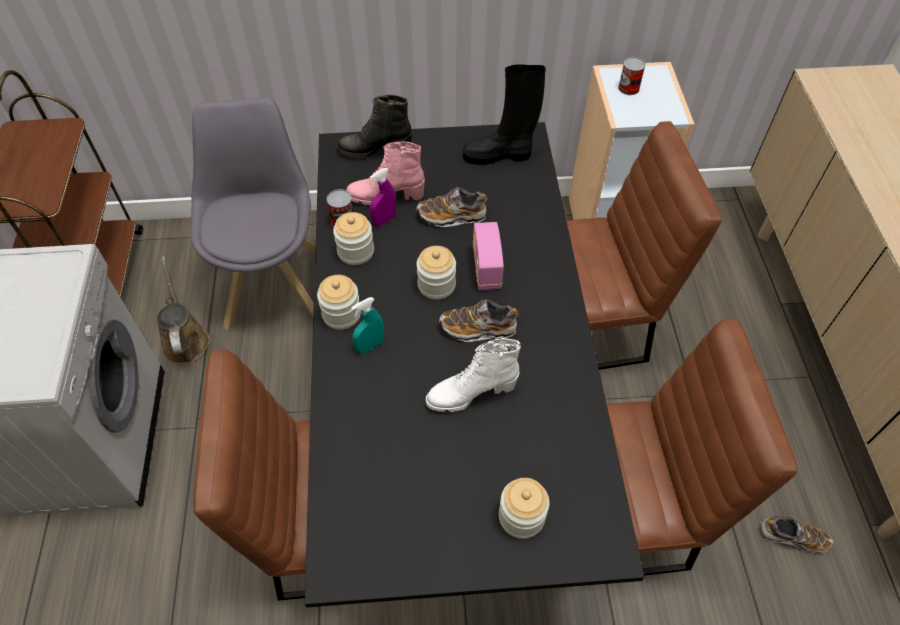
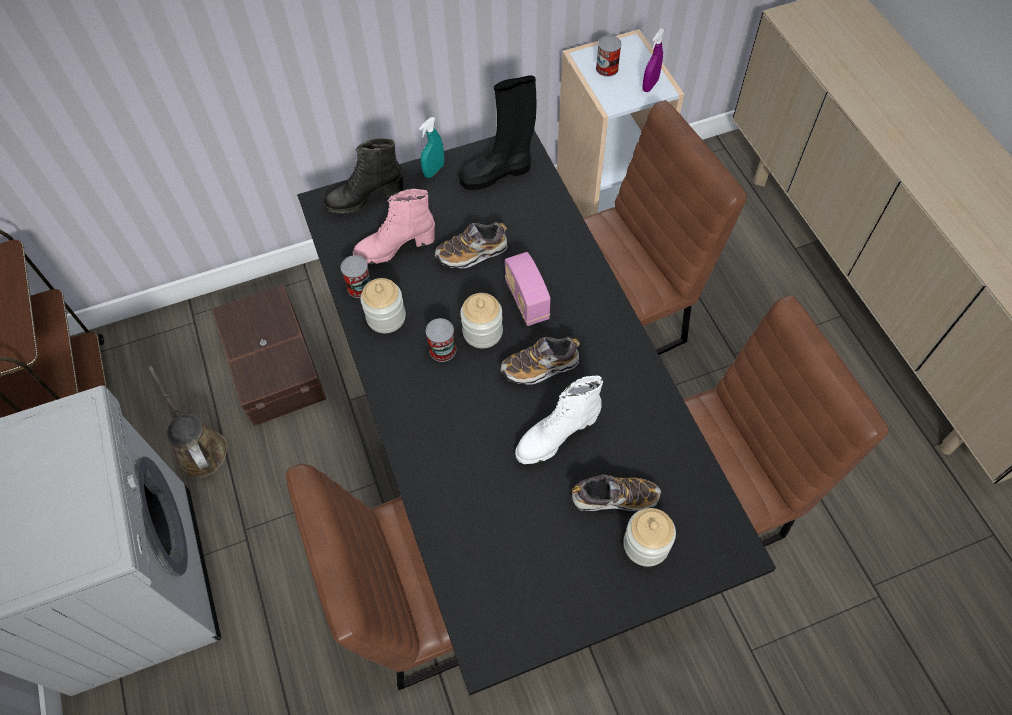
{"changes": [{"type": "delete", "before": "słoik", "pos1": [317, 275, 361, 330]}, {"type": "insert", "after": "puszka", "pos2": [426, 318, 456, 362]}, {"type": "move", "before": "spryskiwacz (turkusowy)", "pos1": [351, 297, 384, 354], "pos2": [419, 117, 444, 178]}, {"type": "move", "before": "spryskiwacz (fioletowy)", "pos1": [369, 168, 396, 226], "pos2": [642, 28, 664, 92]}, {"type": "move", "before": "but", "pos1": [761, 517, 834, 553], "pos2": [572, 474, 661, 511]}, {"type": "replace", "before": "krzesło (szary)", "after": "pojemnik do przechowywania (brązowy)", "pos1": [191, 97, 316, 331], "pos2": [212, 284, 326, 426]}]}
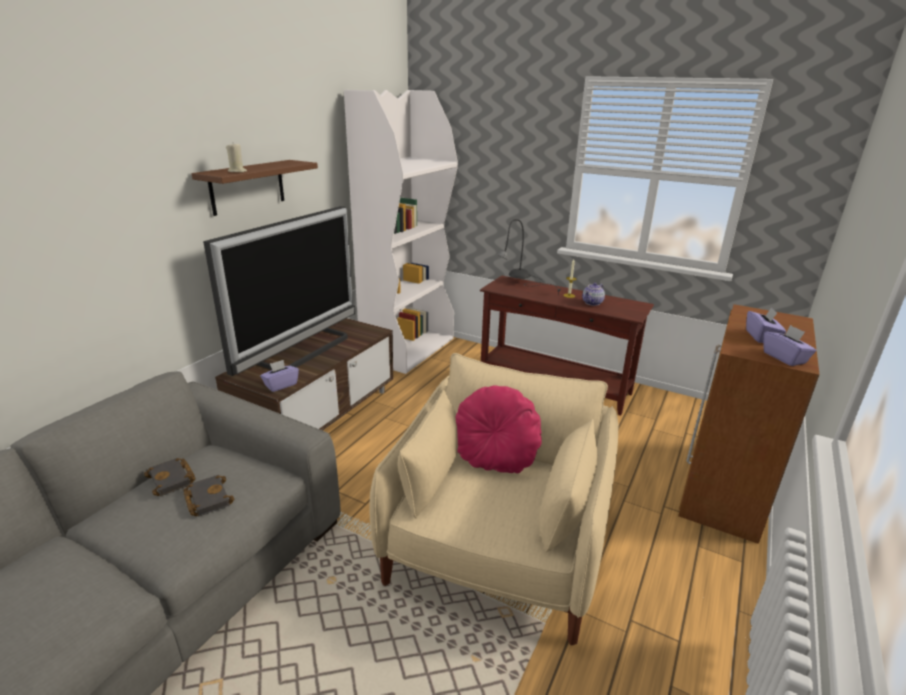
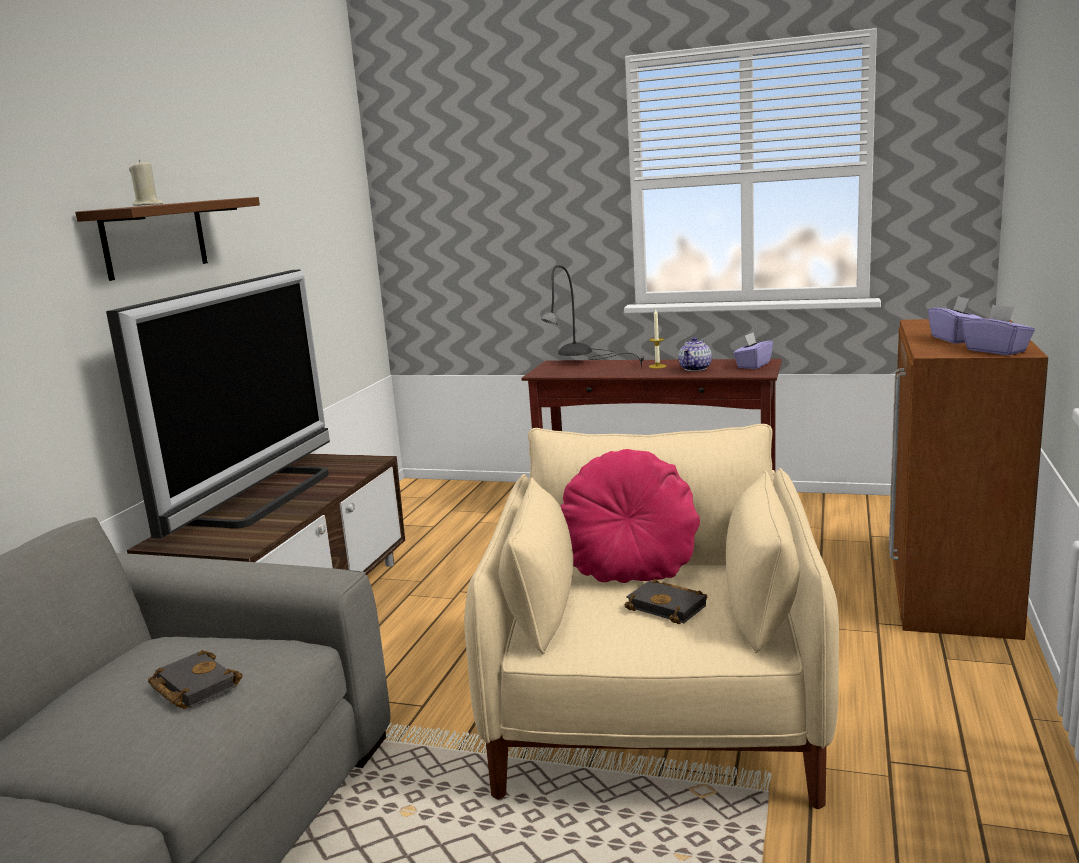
{"changes": [{"type": "delete", "before": "regał (biały)", "pos1": [344, 90, 458, 374]}, {"type": "move", "before": "książka (czarny)", "pos1": [144, 458, 196, 496], "pos2": [625, 579, 707, 624]}, {"type": "move", "before": "pudełko chusteczek (fioletowy)", "pos1": [260, 360, 299, 392], "pos2": [733, 332, 773, 369]}]}
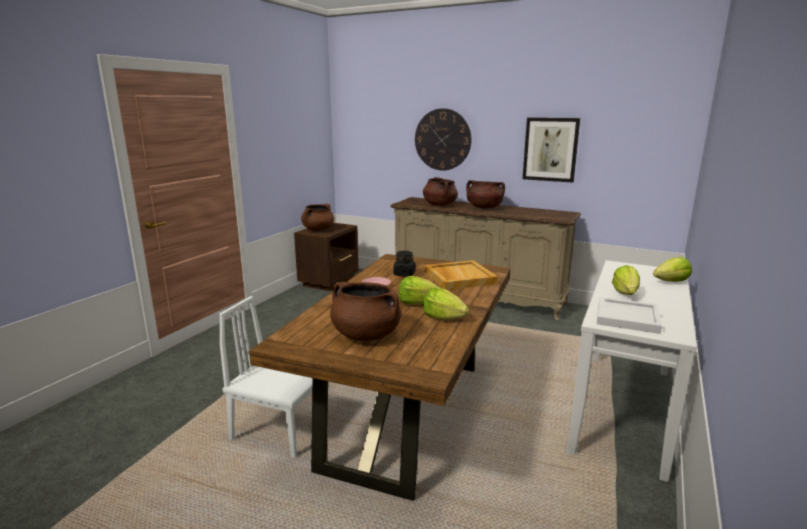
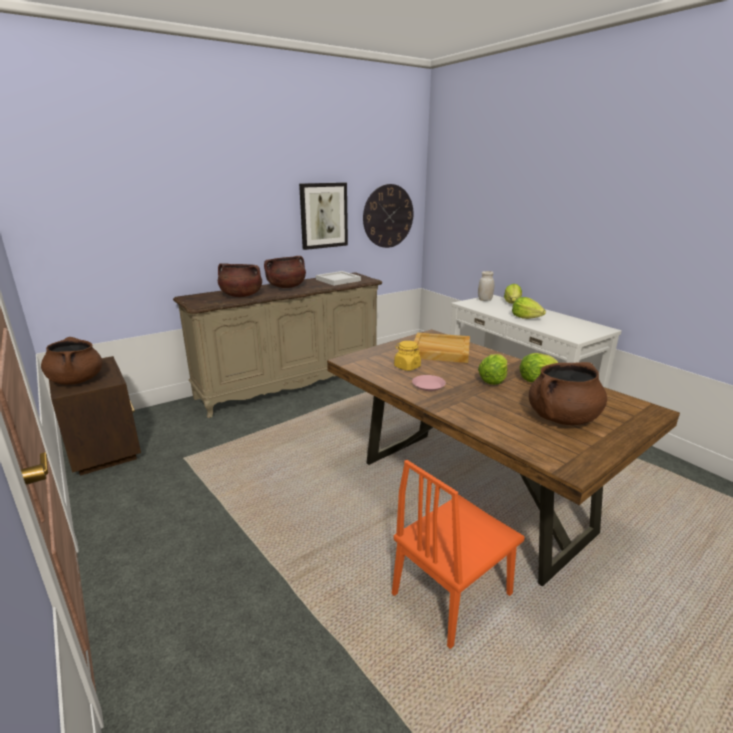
{"changes": [{"type": "insert", "after": "słoik (biały)", "pos2": [478, 271, 494, 301]}, {"type": "move", "before": "zegar ścienny", "pos1": [415, 108, 472, 171], "pos2": [363, 184, 413, 248]}, {"type": "move", "before": "taca (biały)", "pos1": [597, 297, 662, 334], "pos2": [316, 271, 361, 286]}, {"type": "recolor", "before": "krzesło (biały)", "after": "krzesło (pomarańczowy)", "pos1": [219, 296, 312, 458], "pos2": [392, 460, 525, 649]}, {"type": "recolor", "before": "słoik (czarny)", "after": "słoik (żółty)", "pos1": [394, 251, 415, 277], "pos2": [394, 341, 421, 371]}]}
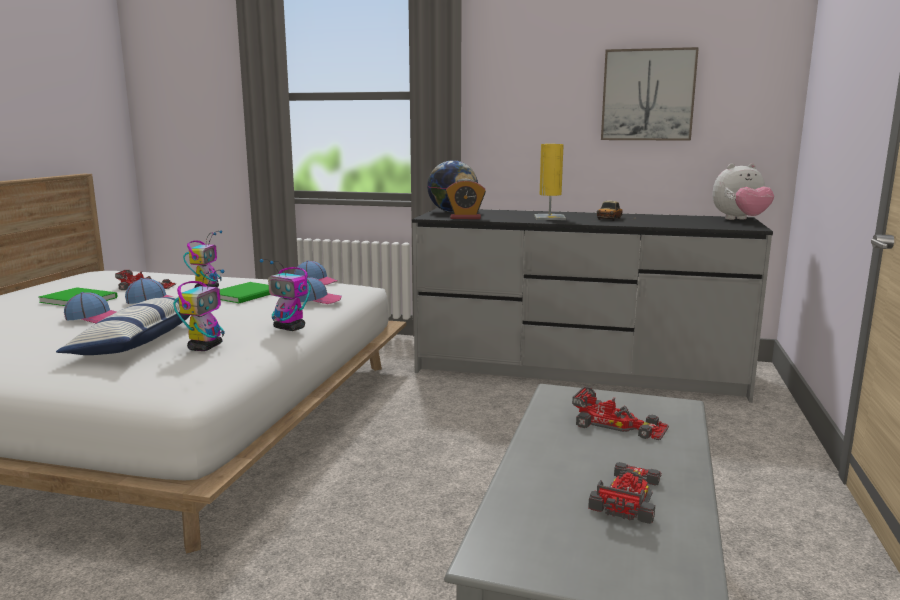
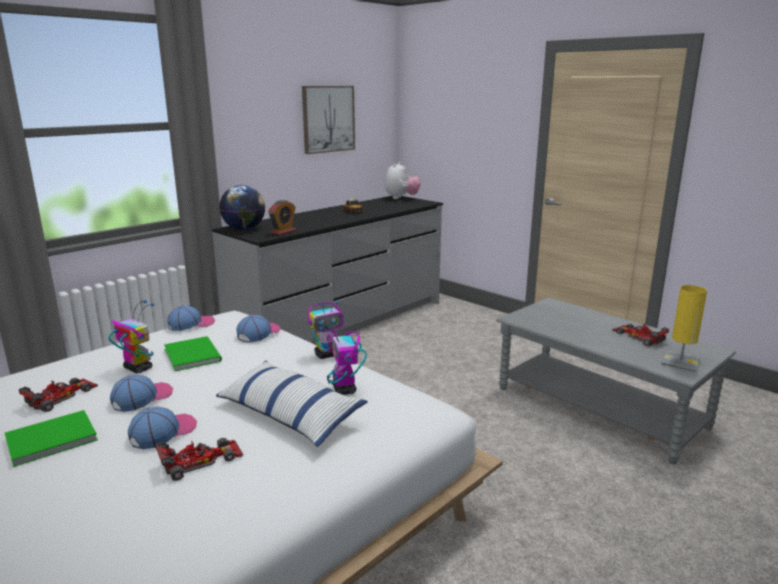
{"changes": [{"type": "move", "before": "lampa stołowa (żółty)", "pos1": [534, 144, 566, 220], "pos2": [661, 285, 707, 372]}, {"type": "move", "before": "samochodzik", "pos1": [572, 386, 669, 440], "pos2": [156, 438, 243, 481]}, {"type": "rotate", "before": "robot zabawkowy", "pos1": [173, 269, 225, 351], "pos2": [318, 322, 367, 395], "turn": -150}]}
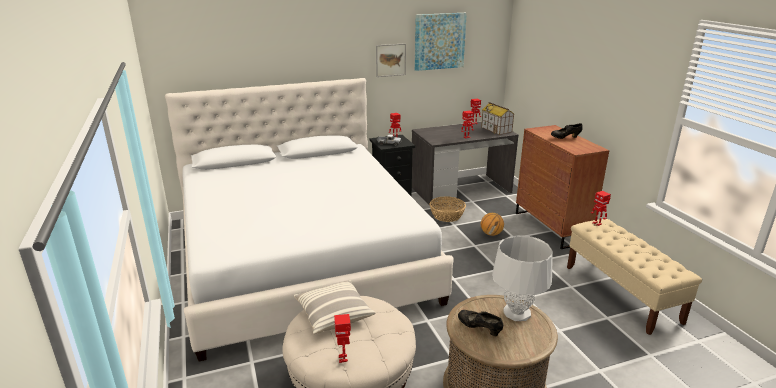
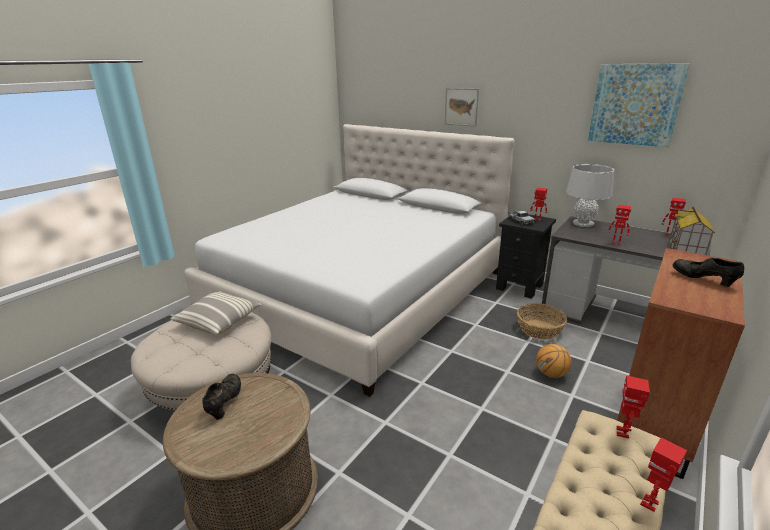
{"changes": [{"type": "move", "before": "robot zabawkowy", "pos1": [334, 314, 351, 363], "pos2": [640, 438, 687, 512]}, {"type": "move", "before": "obraz", "pos1": [376, 43, 406, 77], "pos2": [445, 88, 479, 127]}, {"type": "move", "before": "lampa stołowa (szary)", "pos1": [492, 235, 553, 321], "pos2": [566, 164, 615, 227]}]}
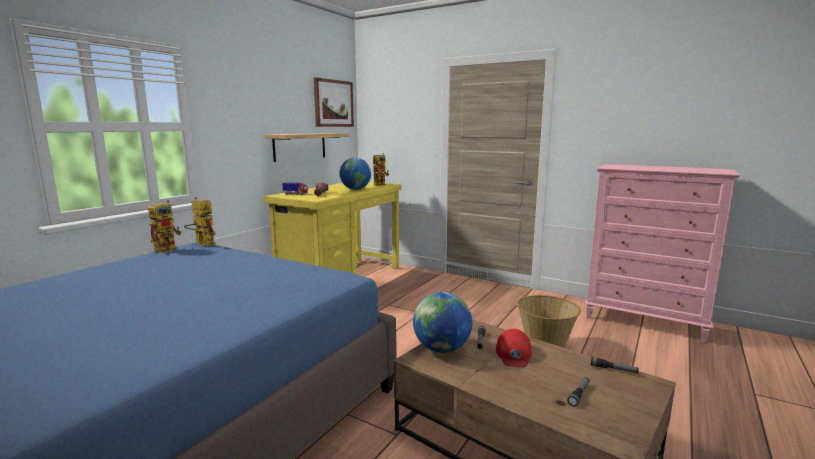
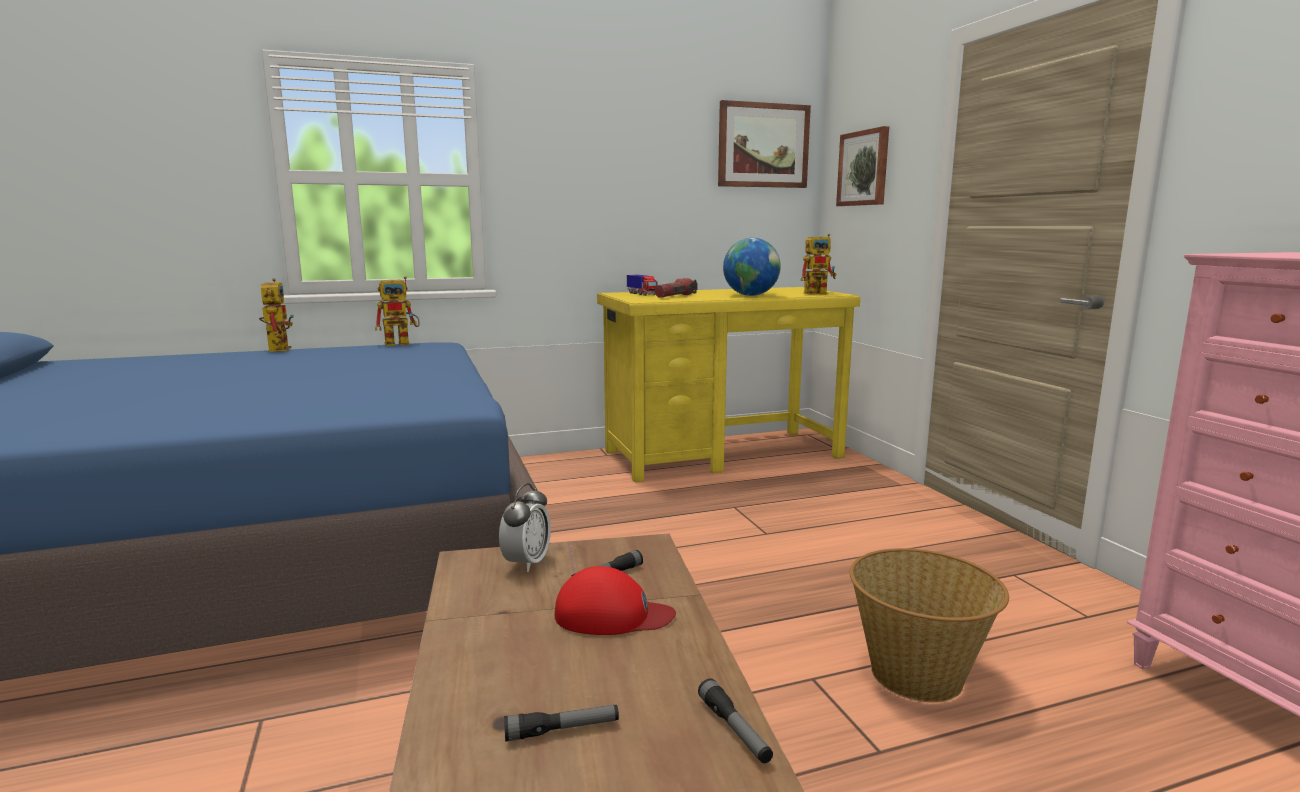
{"changes": [{"type": "delete", "before": "półka", "pos1": [264, 133, 349, 162]}, {"type": "insert", "after": "obraz", "pos2": [836, 126, 889, 206]}, {"type": "move", "before": "robot zabawkowy", "pos1": [184, 197, 216, 246], "pos2": [259, 278, 294, 352]}, {"type": "replace", "before": "globus", "after": "budzik", "pos1": [413, 292, 472, 353], "pos2": [499, 483, 551, 572]}, {"type": "rotate", "before": "czapka z daszkiem (czerwony)", "pos1": [496, 329, 532, 368], "pos2": [554, 566, 676, 635], "turn": -135}]}
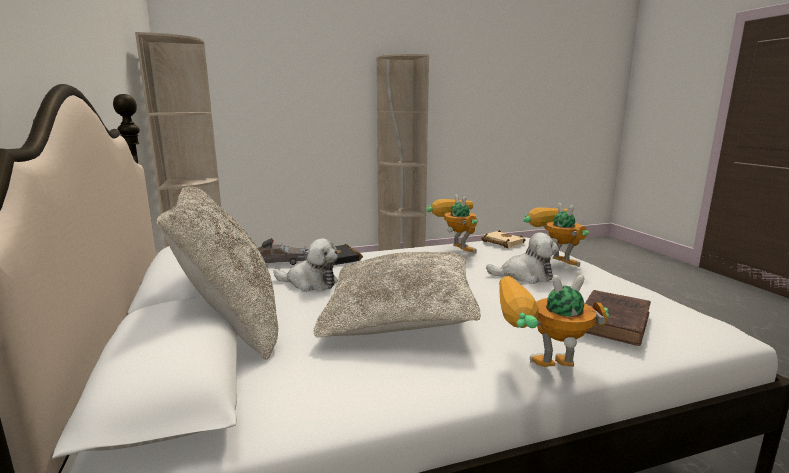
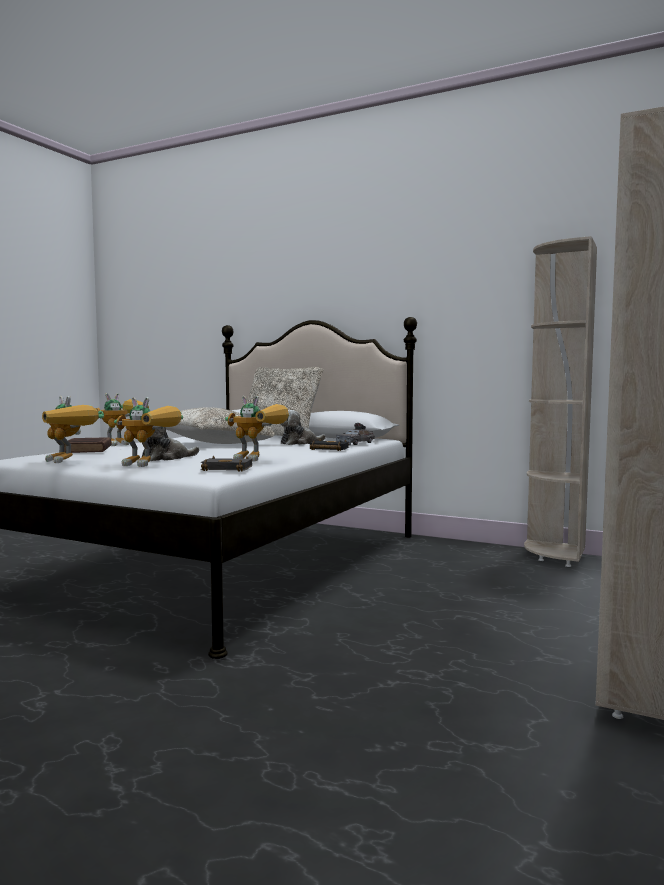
{"changes": [{"type": "insert", "after": "robot zabawkowy", "pos2": [42, 396, 104, 463]}, {"type": "recolor", "before": "książka (beżowy)", "after": "książka (czarny)", "pos1": [481, 230, 525, 248], "pos2": [201, 456, 252, 472]}]}
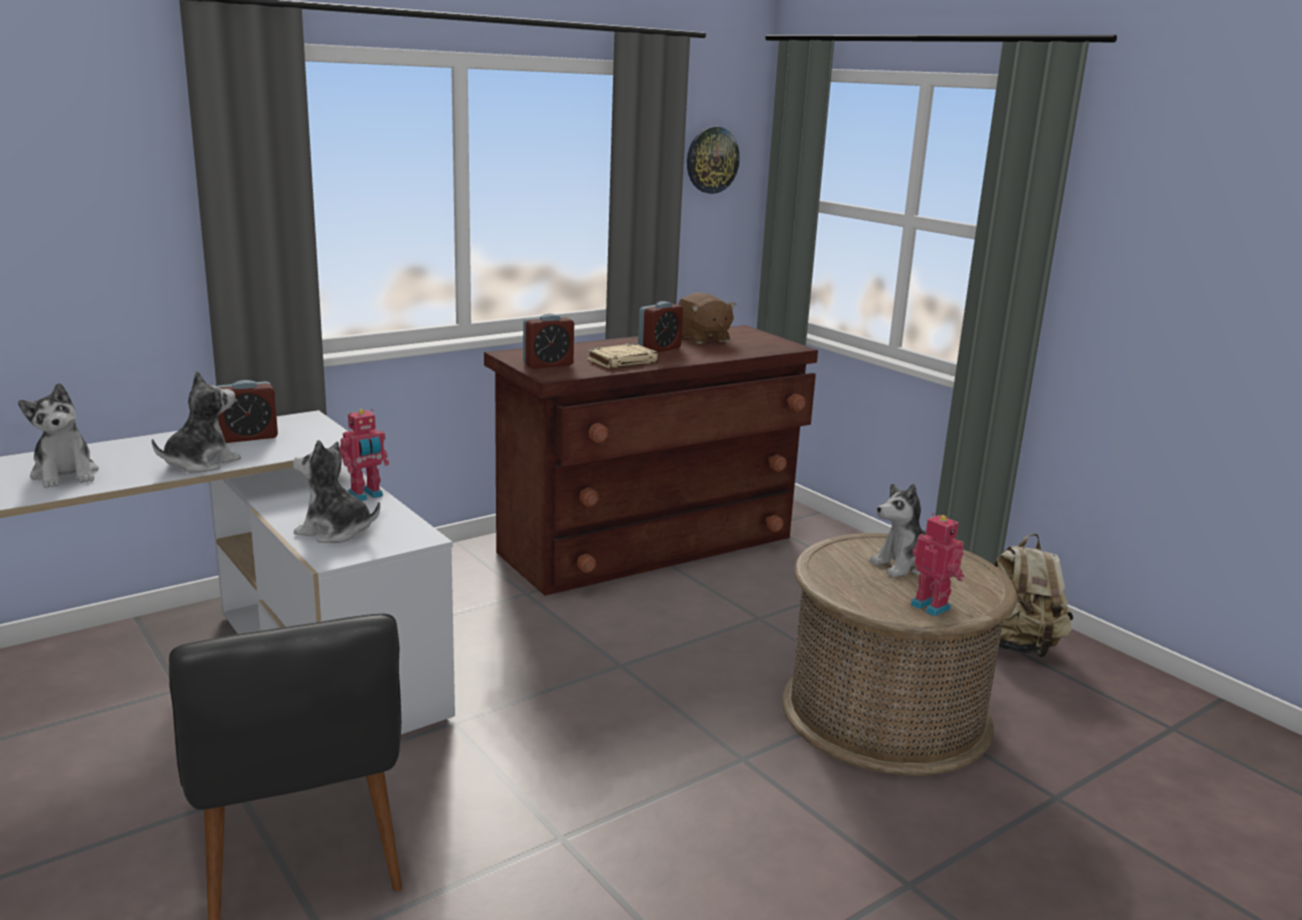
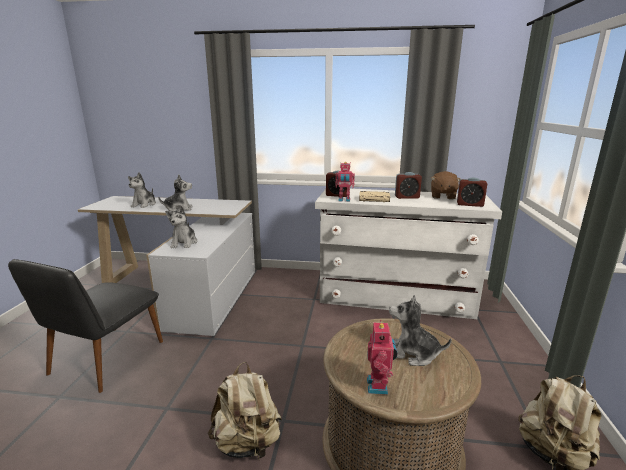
{"changes": [{"type": "delete", "before": "zegar ścienny", "pos1": [687, 127, 740, 194]}, {"type": "insert", "after": "plecak (beżowy)", "pos2": [208, 362, 282, 462]}, {"type": "move", "before": "budzik", "pos1": [217, 380, 278, 443], "pos2": [457, 177, 487, 207]}, {"type": "move", "before": "robot zabawkowy", "pos1": [339, 409, 389, 501], "pos2": [335, 162, 355, 202]}, {"type": "recolor", "before": "komoda (brązowy)", "after": "komoda (biały)", "pos1": [484, 325, 818, 596], "pos2": [315, 188, 502, 319]}, {"type": "rotate", "before": "pluszak", "pos1": [293, 440, 380, 543], "pos2": [165, 205, 197, 248], "turn": -150}]}
